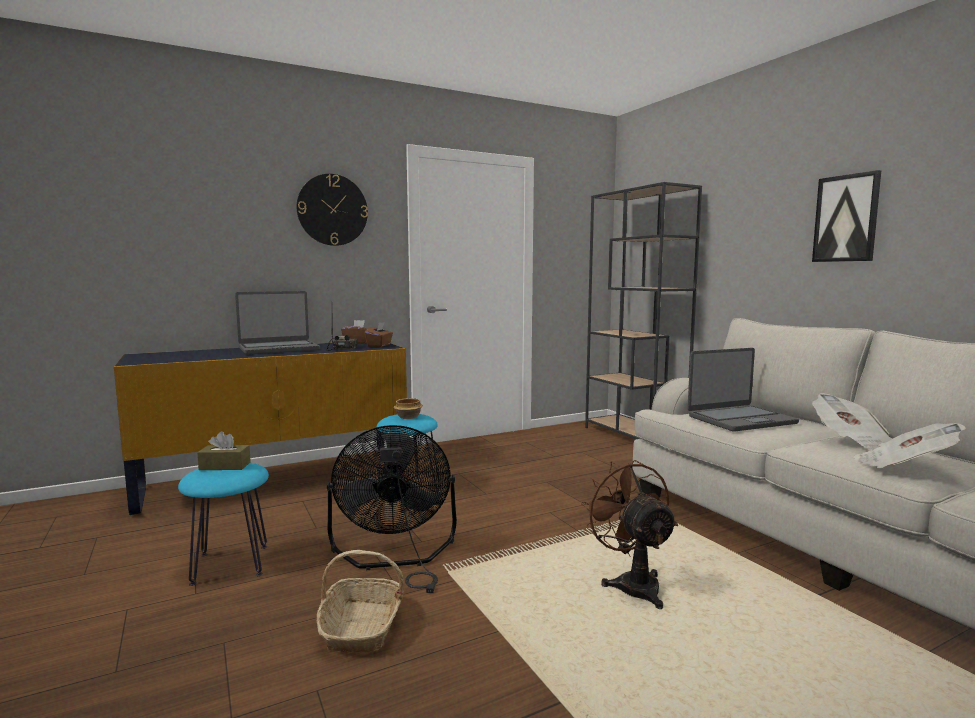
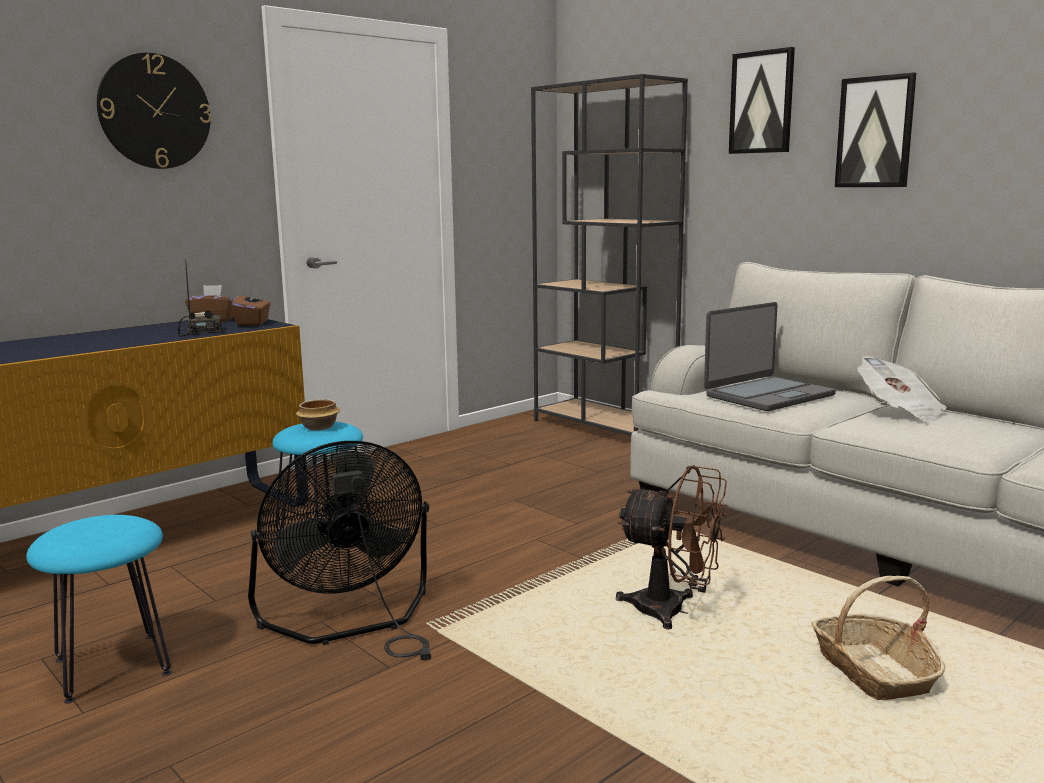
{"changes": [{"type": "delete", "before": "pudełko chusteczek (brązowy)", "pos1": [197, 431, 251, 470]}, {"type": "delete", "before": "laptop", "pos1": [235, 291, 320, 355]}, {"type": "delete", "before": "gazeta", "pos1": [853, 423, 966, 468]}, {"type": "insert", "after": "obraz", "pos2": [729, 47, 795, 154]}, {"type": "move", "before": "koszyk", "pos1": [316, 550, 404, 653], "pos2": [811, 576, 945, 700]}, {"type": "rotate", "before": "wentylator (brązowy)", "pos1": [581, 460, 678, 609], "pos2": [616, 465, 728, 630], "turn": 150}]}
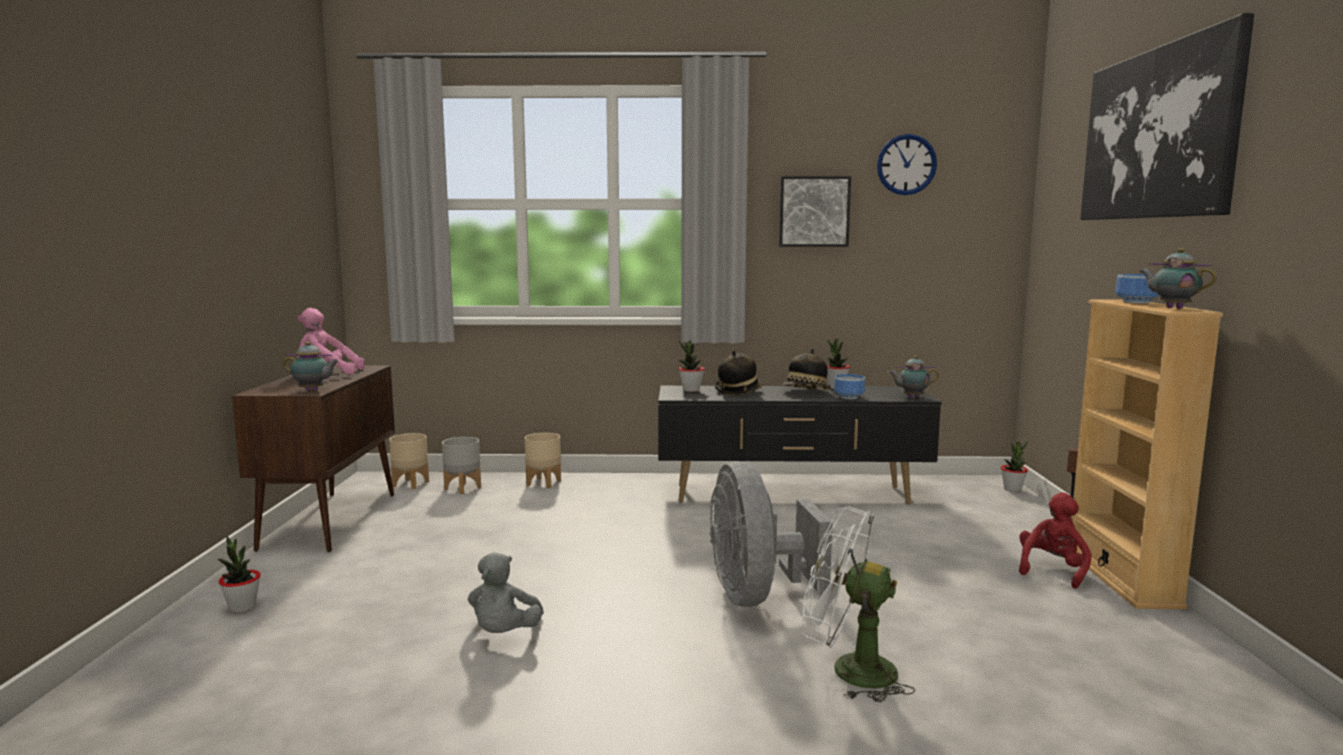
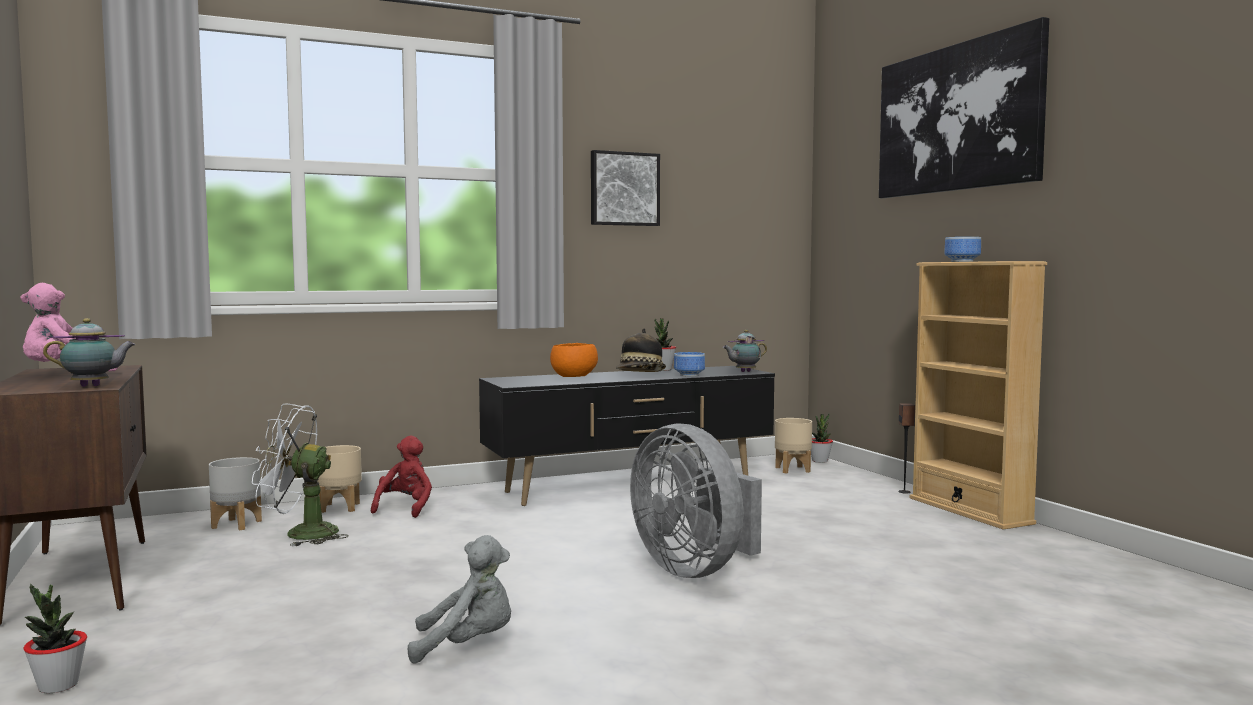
{"changes": [{"type": "delete", "before": "roślina doniczkowa", "pos1": [679, 340, 705, 392]}, {"type": "delete", "before": "zegar ścienny", "pos1": [877, 134, 937, 195]}, {"type": "delete", "before": "imbryk", "pos1": [1140, 248, 1217, 309]}, {"type": "move", "before": "donica (beżowy)", "pos1": [389, 433, 429, 489], "pos2": [775, 418, 812, 474]}, {"type": "move", "before": "wentylator (biały)", "pos1": [802, 506, 915, 702], "pos2": [252, 403, 349, 547]}, {"type": "move", "before": "pluszak (czerwony)", "pos1": [1019, 492, 1092, 589], "pos2": [371, 436, 432, 518]}, {"type": "replace", "before": "kapelusz", "after": "miska (pomarańczowy)", "pos1": [715, 351, 763, 395], "pos2": [550, 343, 598, 377]}, {"type": "rotate", "before": "pluszak (szary)", "pos1": [468, 552, 544, 633], "pos2": [408, 535, 511, 664], "turn": -75}]}
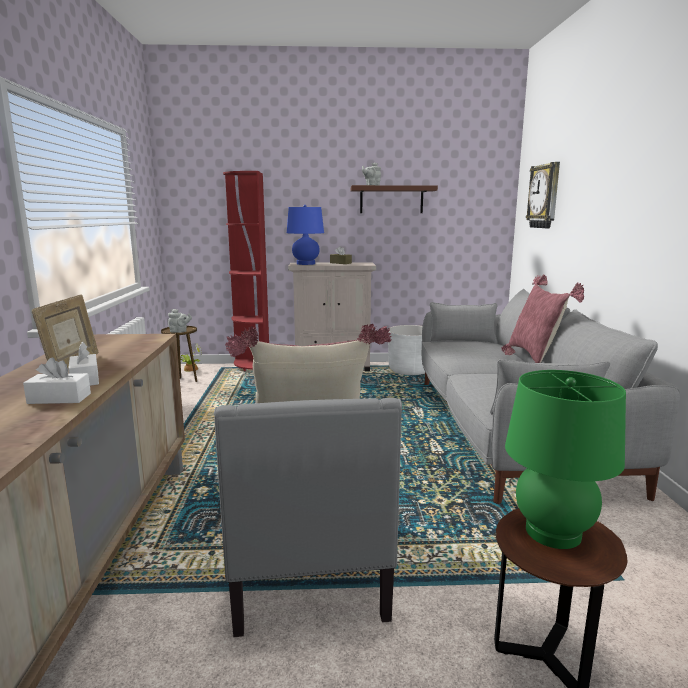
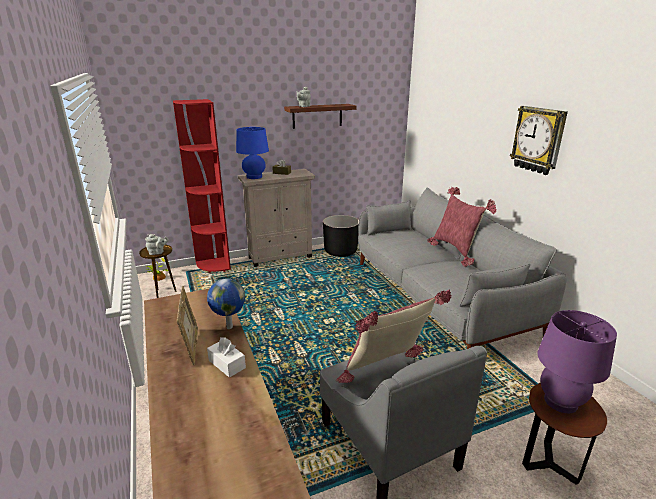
{"changes": [{"type": "delete", "before": "pudełko chusteczek (biały)", "pos1": [23, 357, 91, 404]}, {"type": "insert", "after": "globus", "pos2": [207, 278, 245, 329]}, {"type": "move", "before": "zegar ścienny", "pos1": [526, 162, 560, 229], "pos2": [510, 106, 568, 175]}, {"type": "recolor", "before": "donica (biały)", "after": "donica (czarny)", "pos1": [388, 325, 425, 375], "pos2": [323, 215, 359, 257]}, {"type": "recolor", "before": "lampa stołowa (zielony)", "after": "lampa stołowa (fioletowy)", "pos1": [505, 370, 626, 549], "pos2": [538, 310, 617, 413]}]}
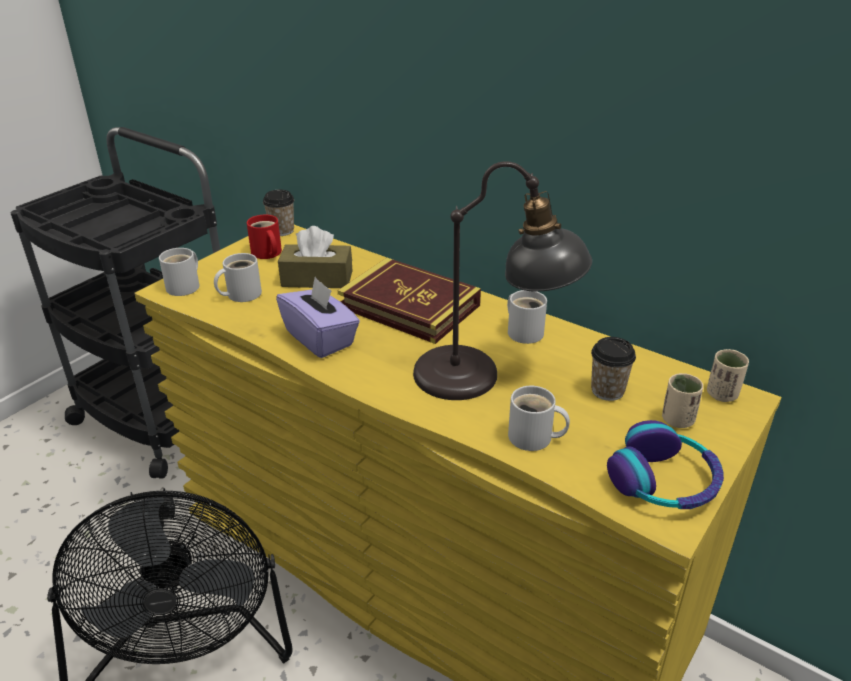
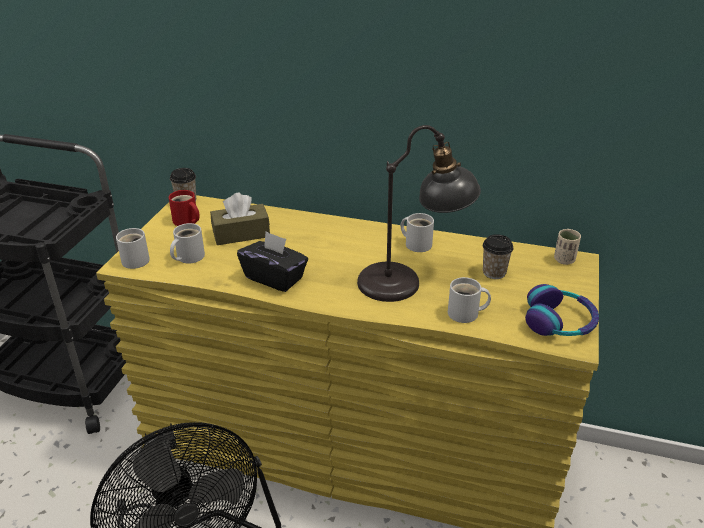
{"changes": [{"type": "delete", "before": "książka", "pos1": [338, 258, 481, 344]}, {"type": "delete", "before": "filiżanka (beżowy)", "pos1": [662, 373, 703, 428]}, {"type": "recolor", "before": "pudełko chusteczek (fioletowy)", "after": "pudełko chusteczek (czarny)", "pos1": [276, 277, 360, 358], "pos2": [237, 231, 308, 292]}]}
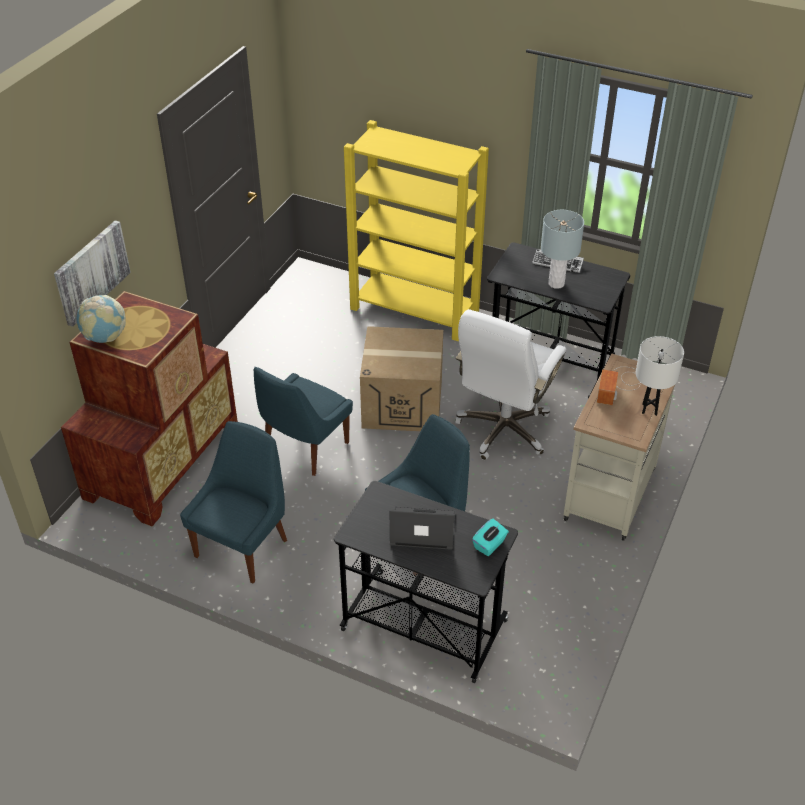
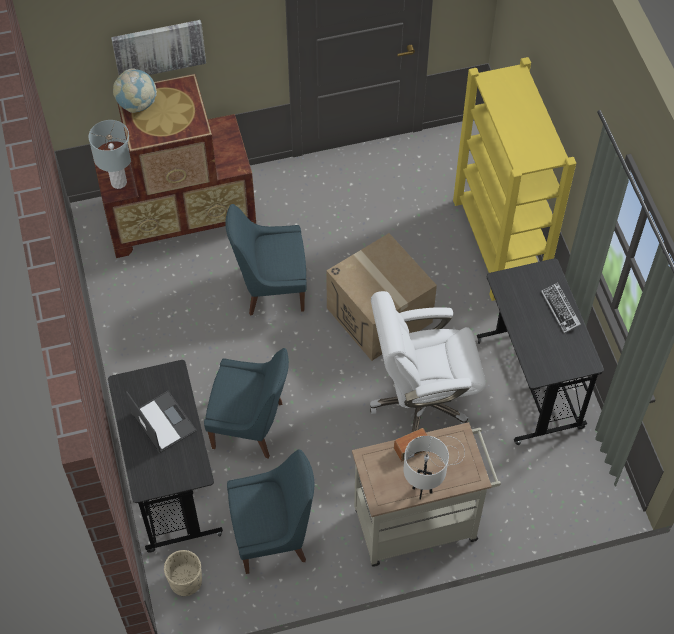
{"changes": [{"type": "delete", "before": "pudełko chusteczek (turkusowy)", "pos1": [472, 519, 509, 556]}, {"type": "insert", "after": "donica (beżowy)", "pos2": [164, 550, 202, 596]}, {"type": "move", "before": "krzesło (niebieski)", "pos1": [180, 421, 287, 583], "pos2": [227, 449, 314, 574]}, {"type": "move", "before": "lampa stołowa (szary)", "pos1": [541, 210, 584, 289], "pos2": [89, 120, 131, 189]}]}
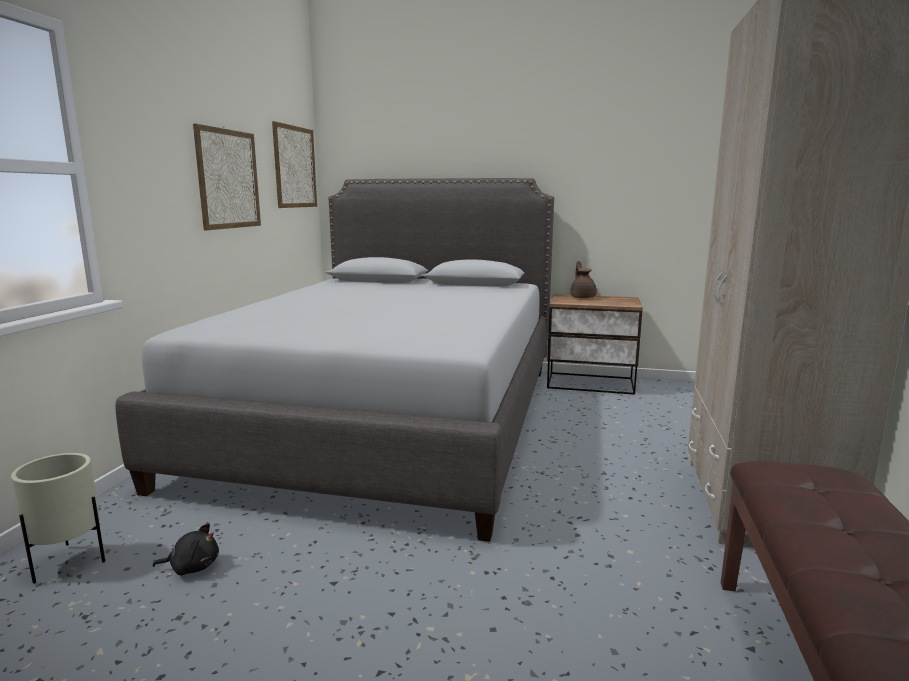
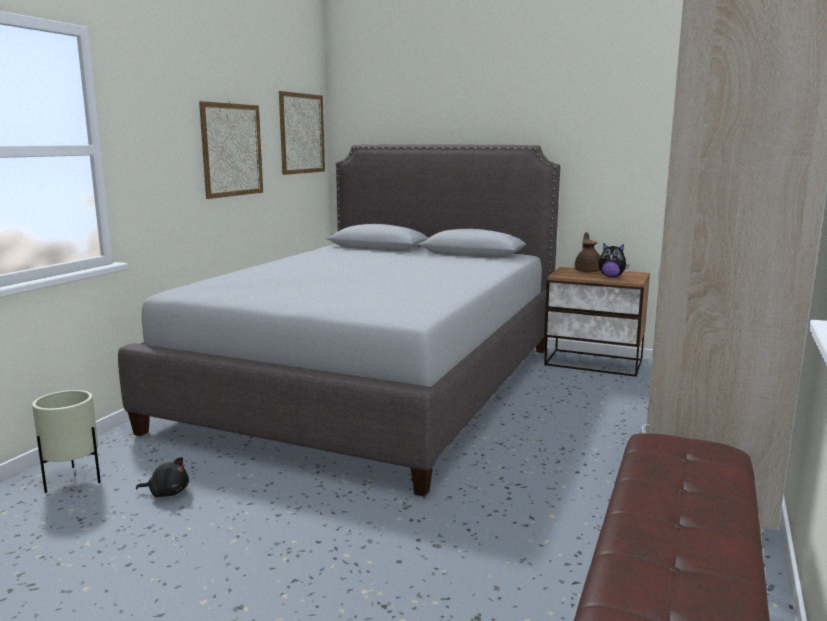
{"changes": [{"type": "insert", "after": "pluszak", "pos2": [599, 243, 629, 277]}]}
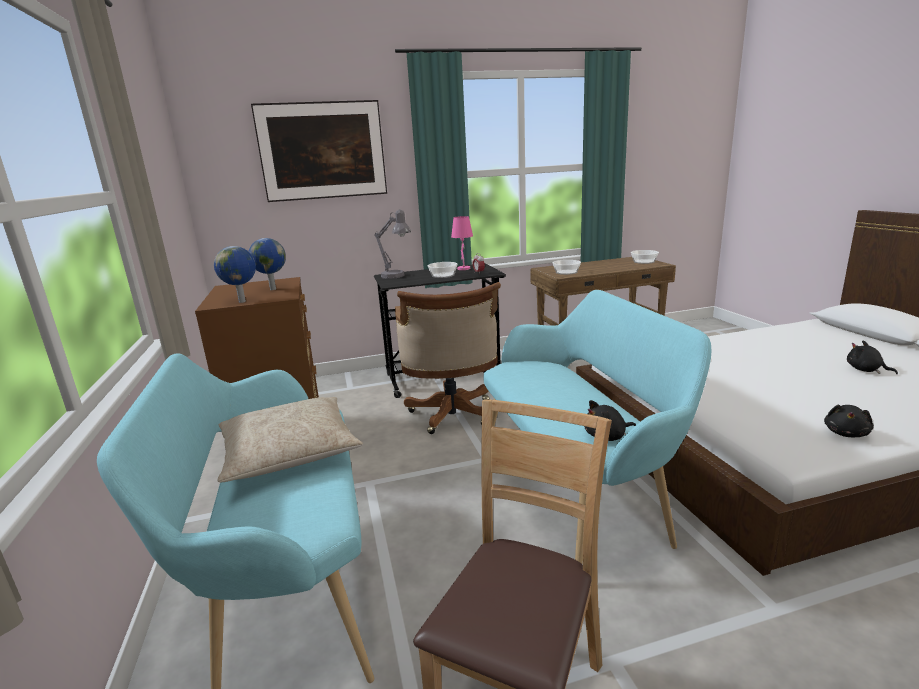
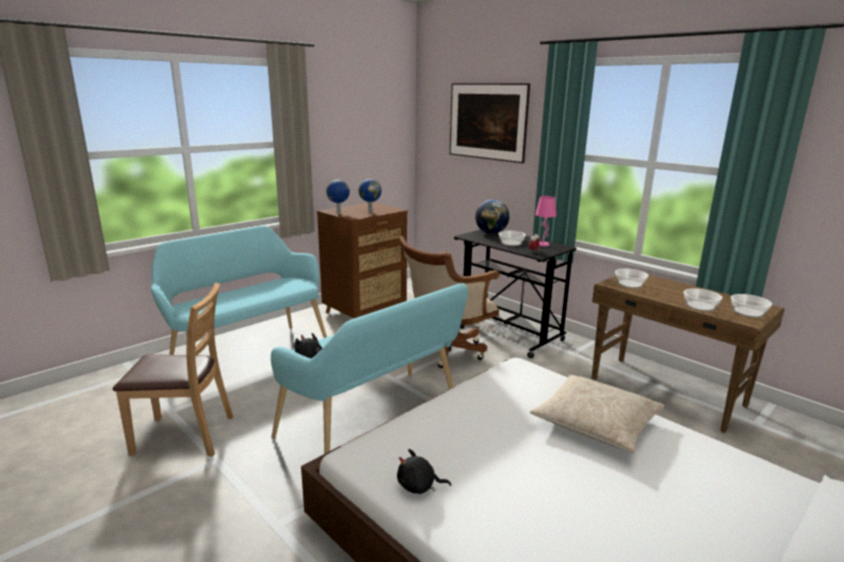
{"changes": [{"type": "delete", "before": "pluszak (czarny)", "pos1": [847, 341, 898, 374]}, {"type": "insert", "after": "miska", "pos2": [684, 288, 722, 311]}, {"type": "move", "before": "poduszka (beżowy)", "pos1": [218, 397, 363, 482], "pos2": [530, 375, 664, 453]}, {"type": "replace", "before": "lampa stołowa (szary)", "after": "globus", "pos1": [374, 209, 411, 279], "pos2": [475, 200, 509, 234]}]}
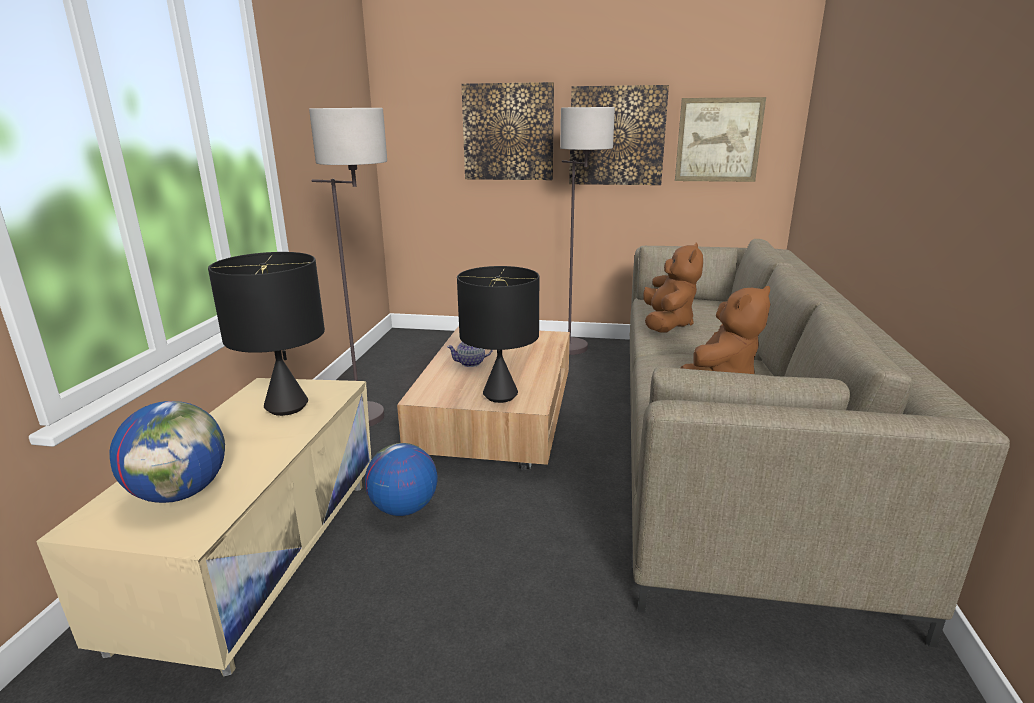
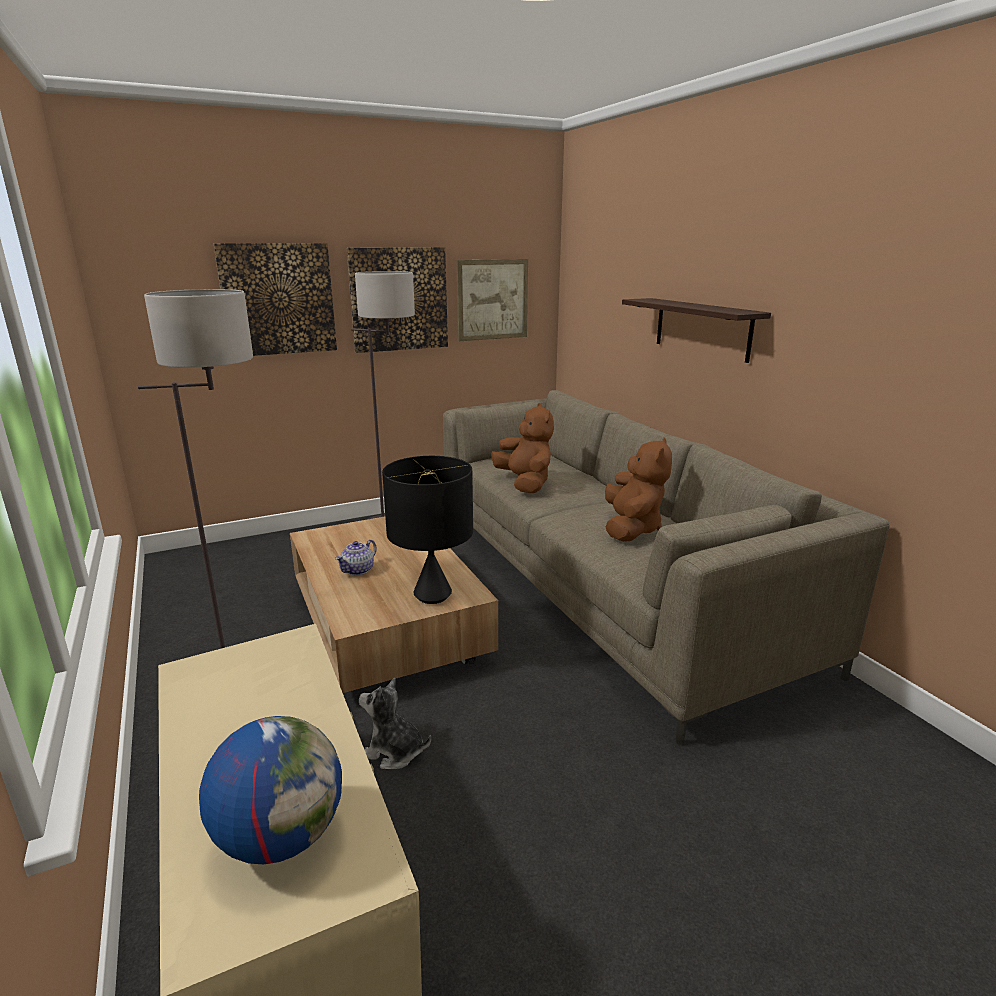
{"changes": [{"type": "delete", "before": "lampa stołowa (czarny)", "pos1": [208, 252, 325, 416]}, {"type": "insert", "after": "półka", "pos2": [622, 298, 771, 363]}, {"type": "replace", "before": "globus", "after": "pluszak", "pos1": [365, 443, 438, 516], "pos2": [359, 678, 431, 769]}]}
